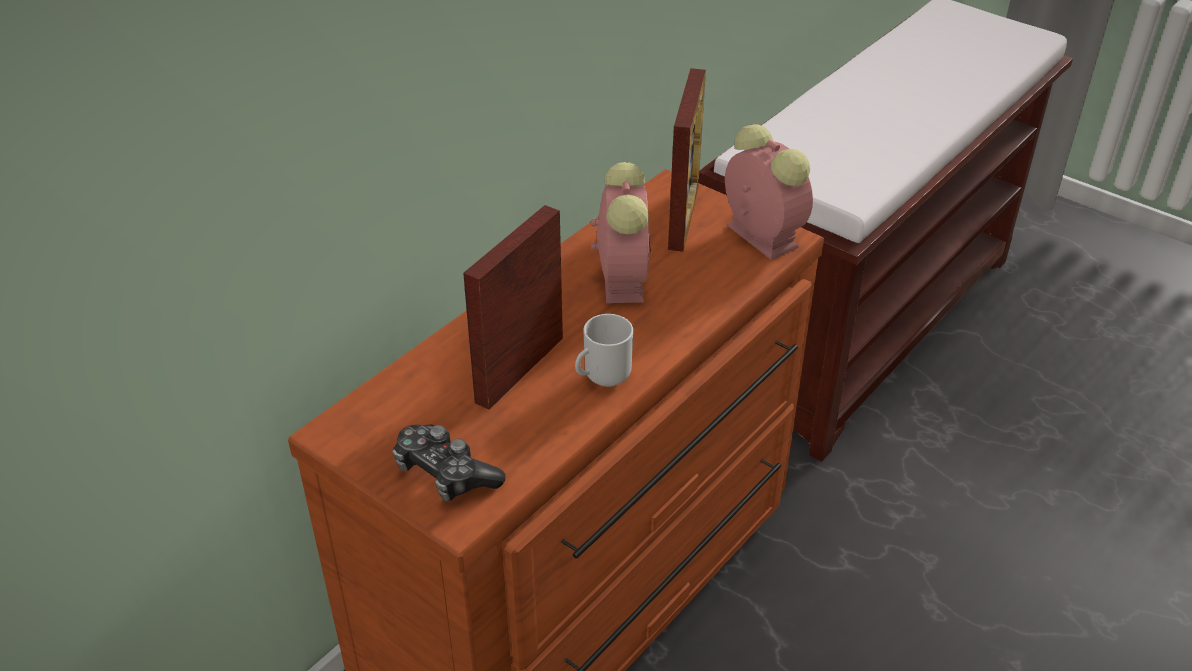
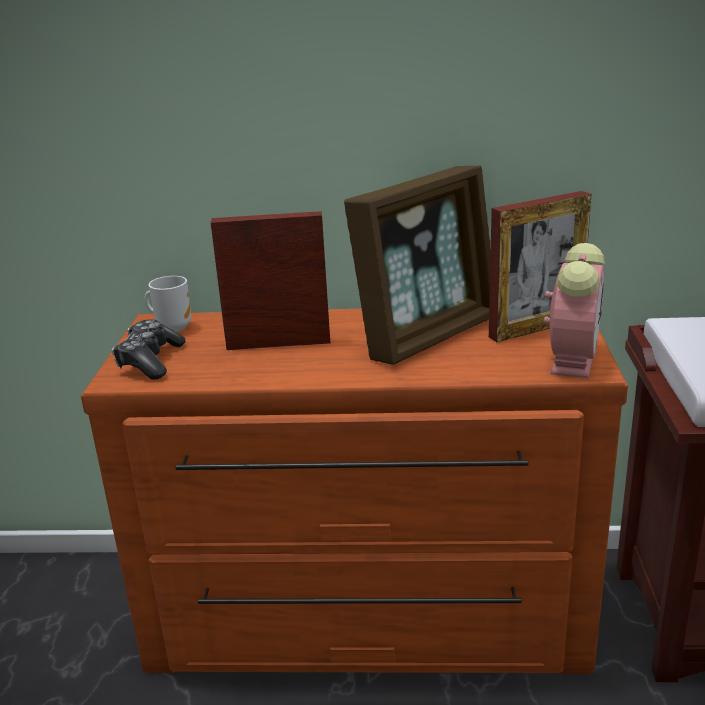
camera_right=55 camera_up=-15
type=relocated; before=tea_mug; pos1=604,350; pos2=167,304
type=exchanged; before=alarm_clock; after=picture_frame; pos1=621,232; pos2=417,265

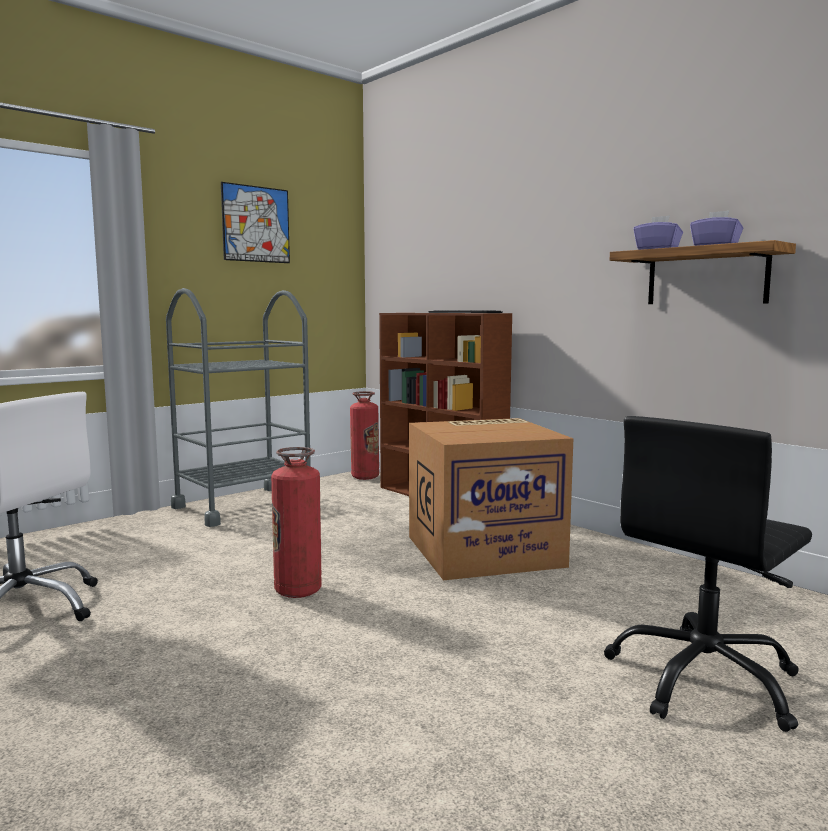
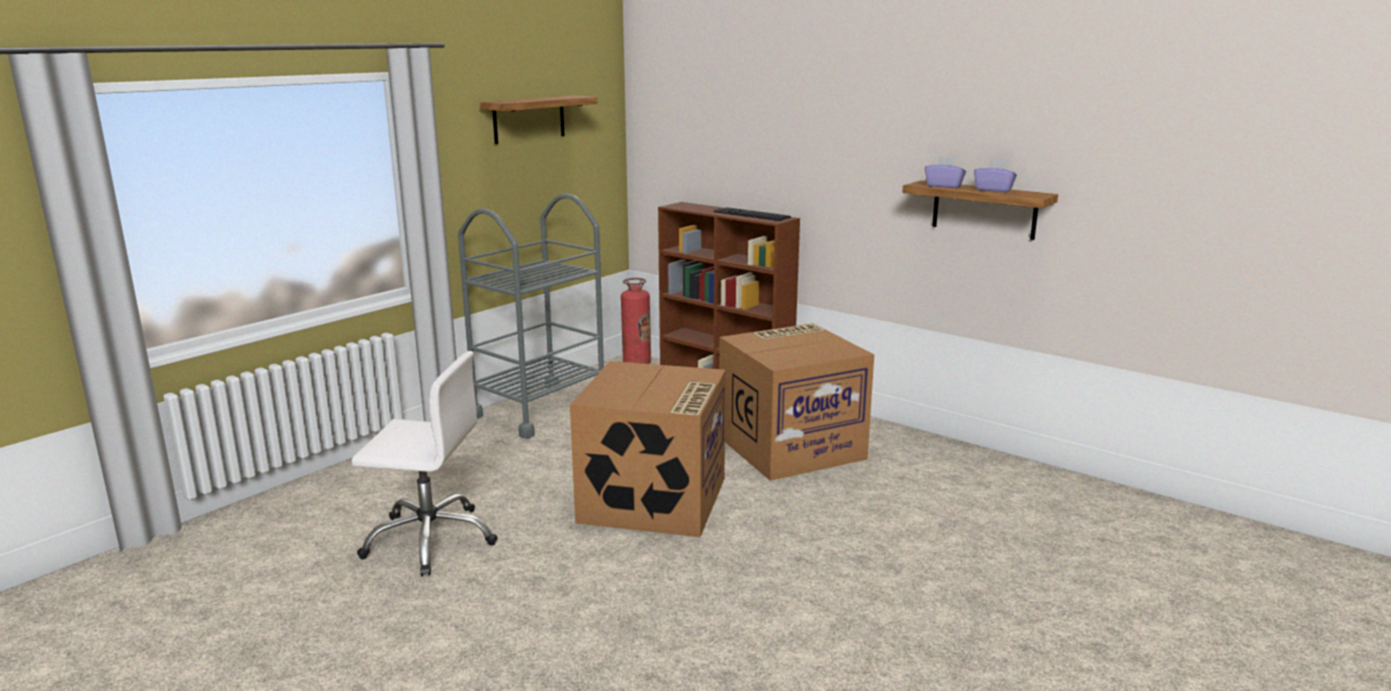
camera_right=-10 camera_up=10
type=exchanged; before=wall_picture; after=wall_shelf; pos1=255,222; pos2=539,119
type=exchanged; before=fire_extinguisher; after=carton; pos1=296,522; pos2=648,449
type=missing; before=black_desk_chair; pos1=708,574

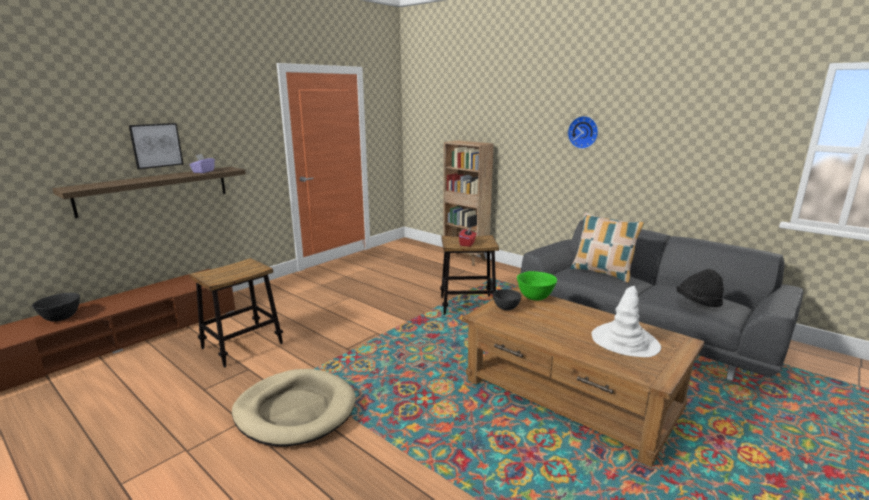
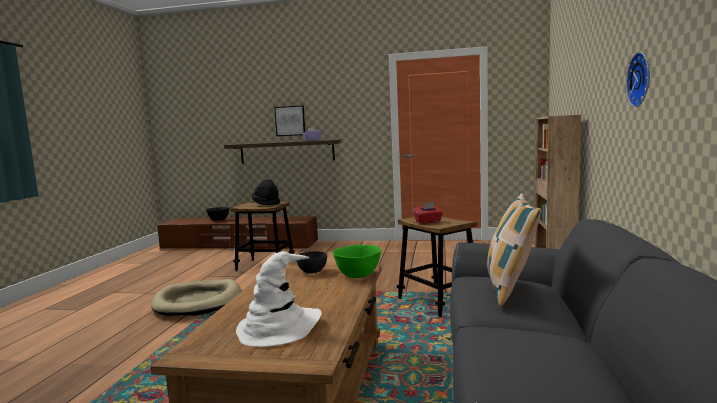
camera_right=60 camera_up=-10
type=relocated; before=black_hat; pos1=700,288; pos2=266,192

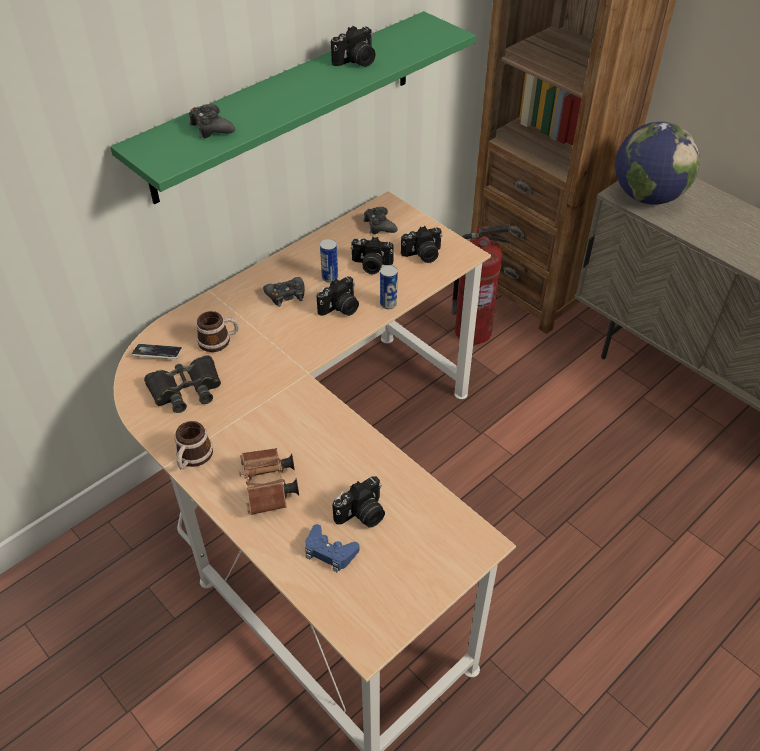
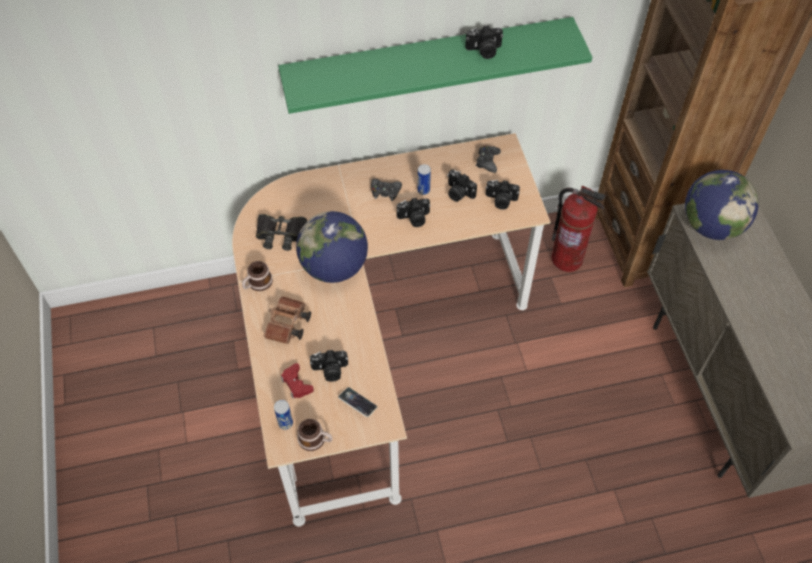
camera_right=30 camera_up=10
type=relocated; before=phone; pos1=156,351; pos2=357,402
type=missing; before=black_joypad; pos1=212,121
type=relocated; before=tea_mug; pos1=217,331; pos2=314,435
type=colour; before=bluish_joypad; after=red_joypad; pos1=332,548; pos2=297,380
type=relocated; before=can; pos1=389,287; pos2=283,415
type=appeared; after=globe; pos2=332,247

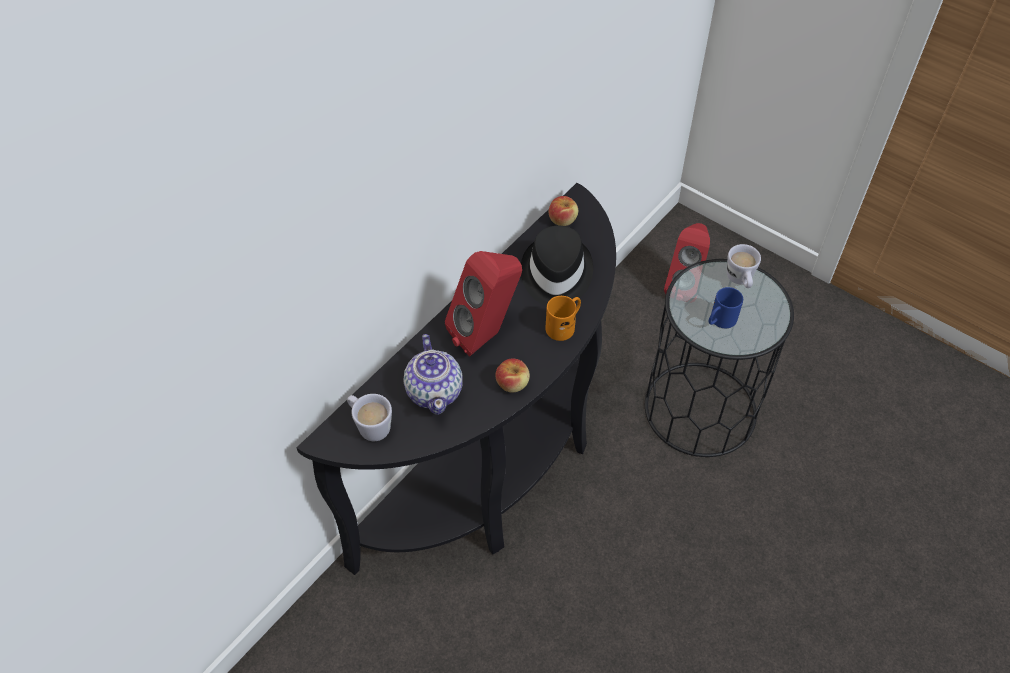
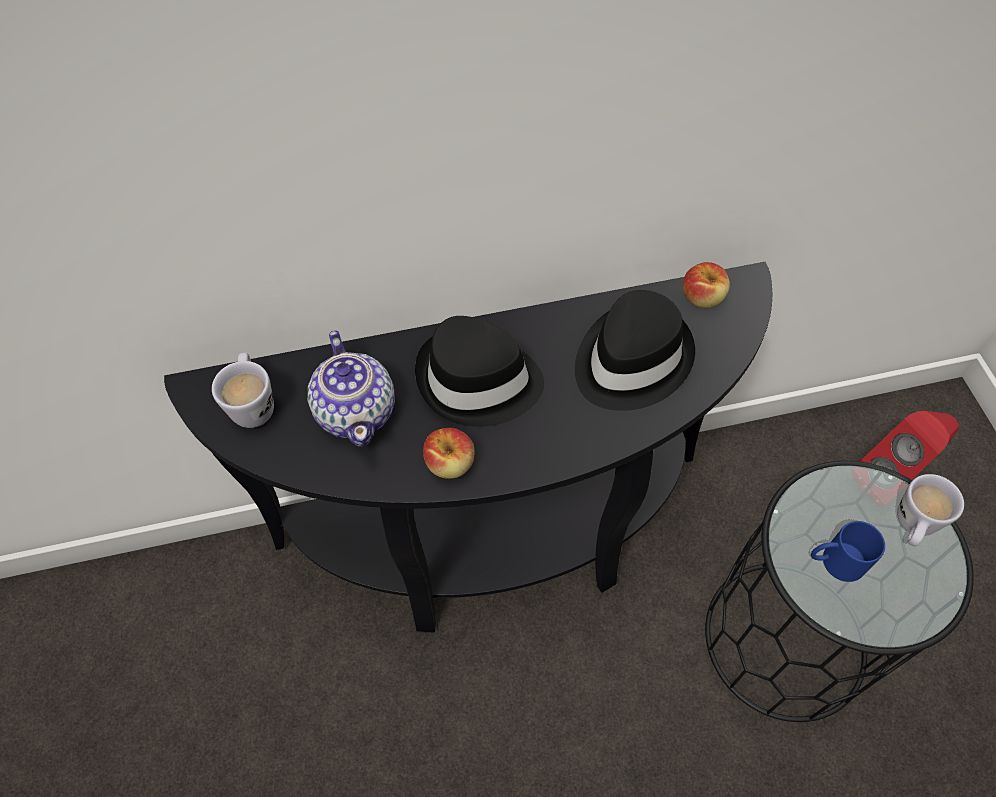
camera_right=40 camera_up=5
type=spun; before=pot_for_tea; pos1=433,374; pos2=351,388; turn=-45
type=exchanged; before=red_audio_speaker; after=black_hat; pos1=483,303; pos2=479,371
type=missing; before=orange_tea_mug; pos1=563,318

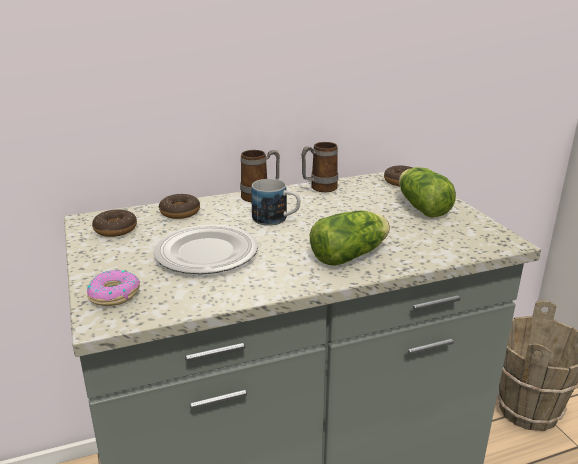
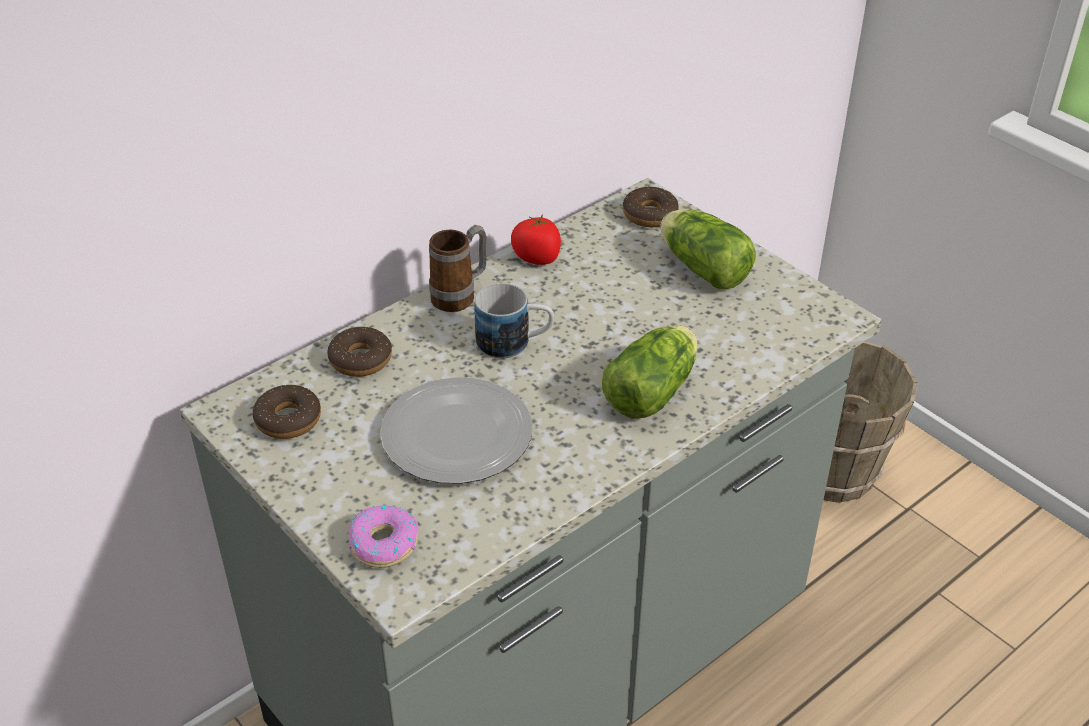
camera_right=-20 camera_up=15
type=exchanged; before=tea_mug; after=tomato; pos1=319,167; pos2=536,239

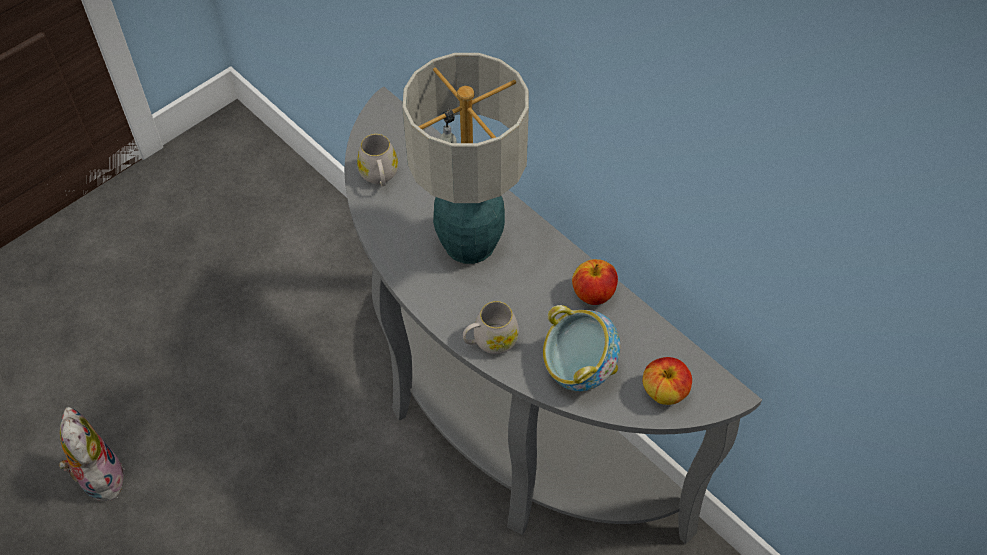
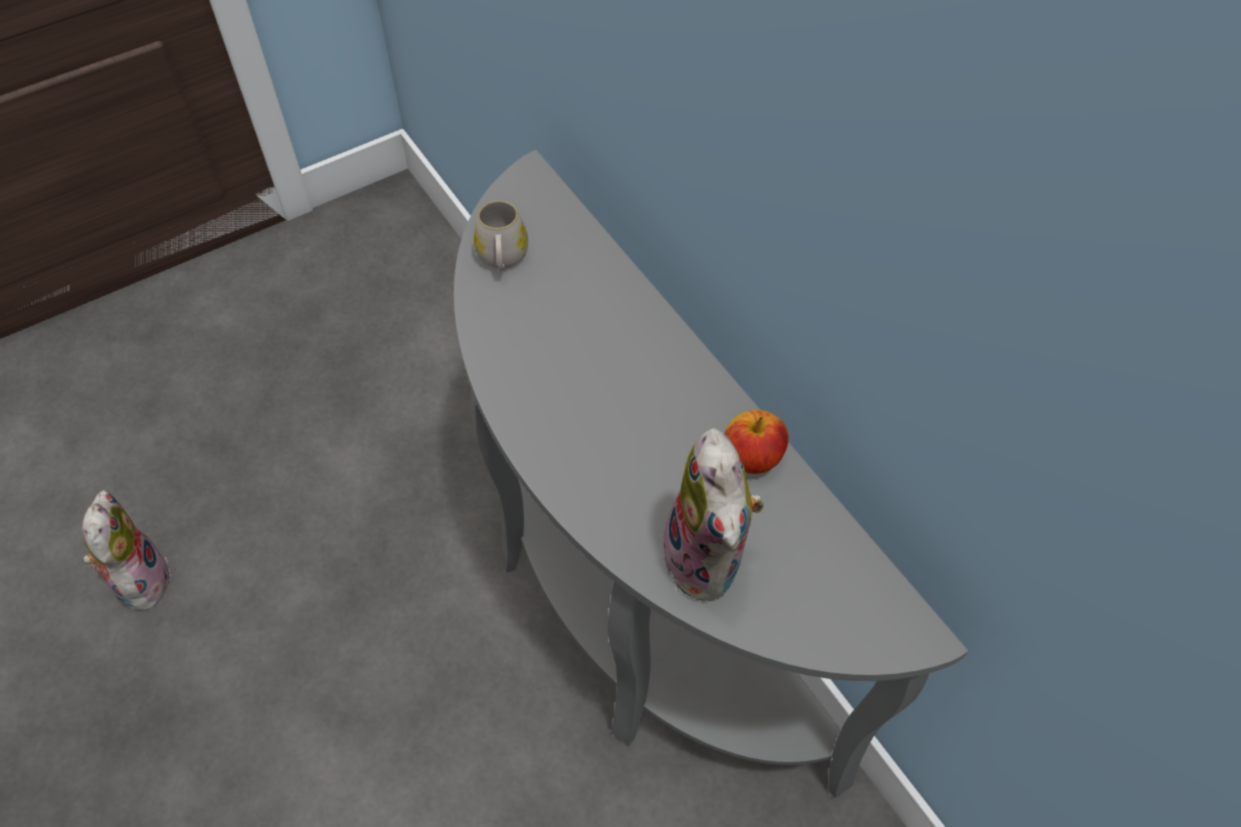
camera_right=10 camera_up=0
type=missing; before=tabletop_lamp; pos1=465,158
type=missing; before=whitish_tea_mug; pos1=491,327
type=exchanged; before=deep_dish; after=plush_toy; pos1=581,348; pos2=711,514
type=missing; before=apple; pos1=667,381

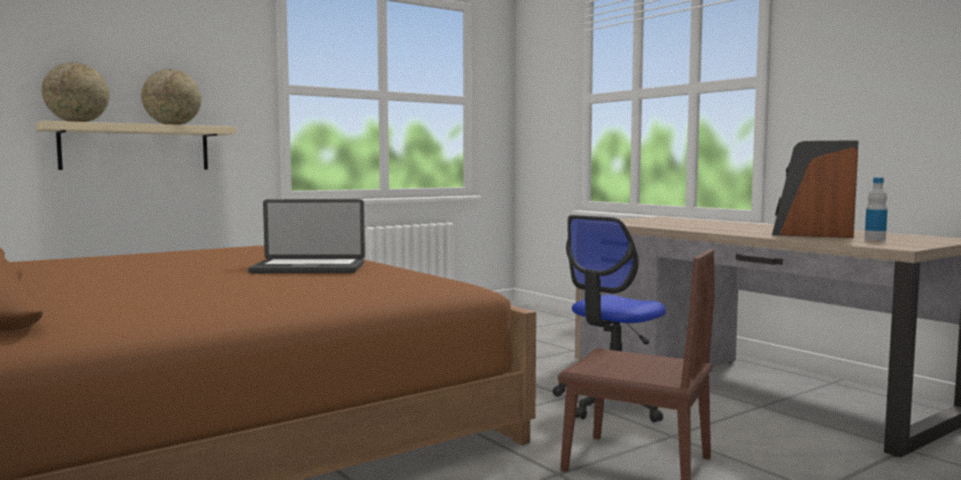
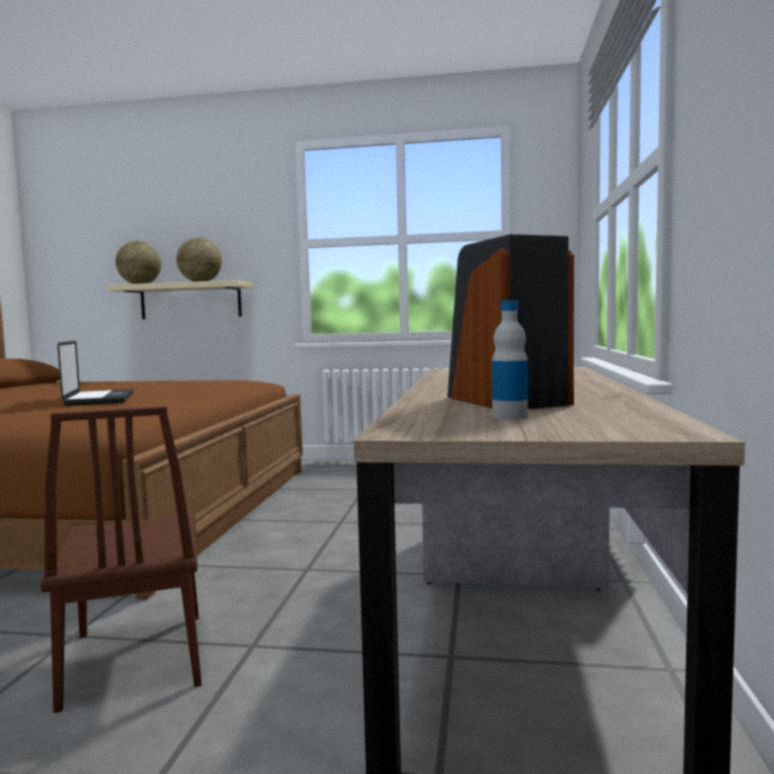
camera_right=45 camera_up=0
type=spun; before=notebook_computer; pos1=306,236; pos2=95,373; turn=-150
type=missing; before=desk_chair; pos1=609,318

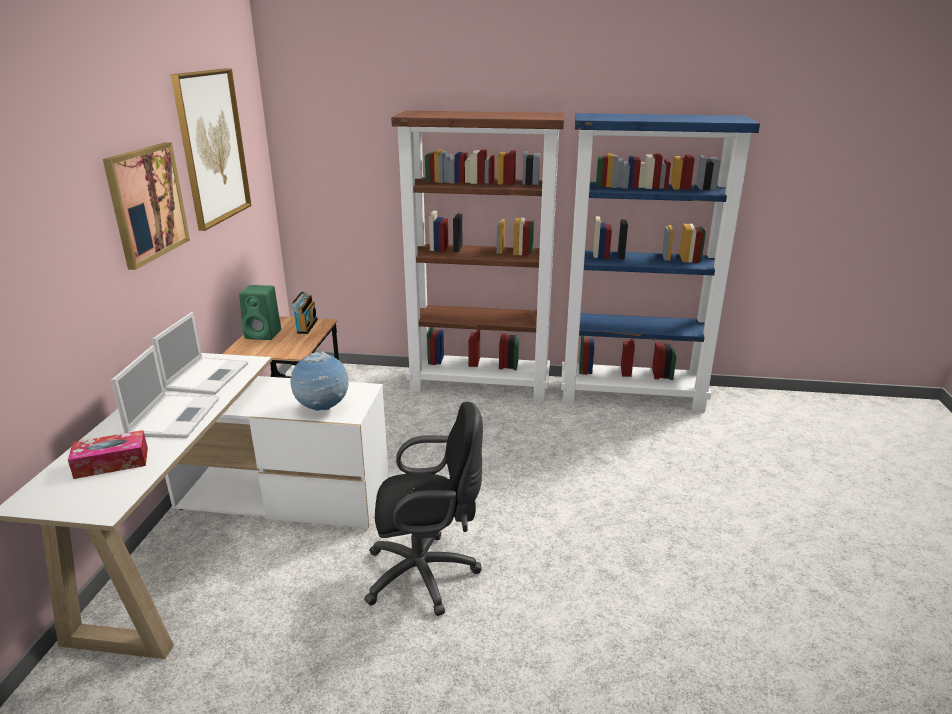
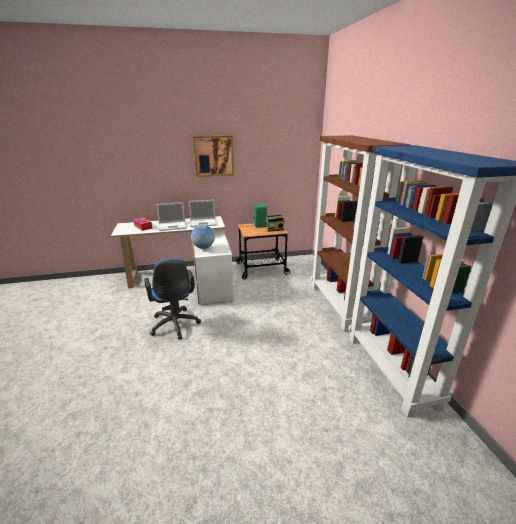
camera_right=70 camera_up=0
type=missing; before=wall_picture; pos1=211,149
type=colour; before=black_desk_chair; after=bluish_desk_chair; pos1=423,509; pos2=172,299

